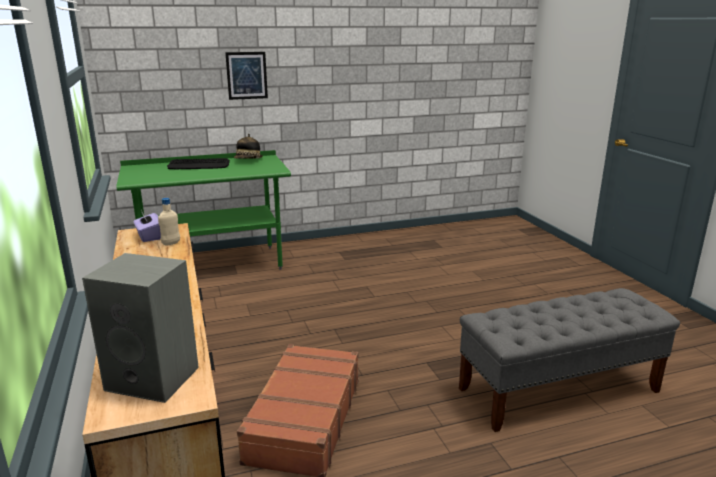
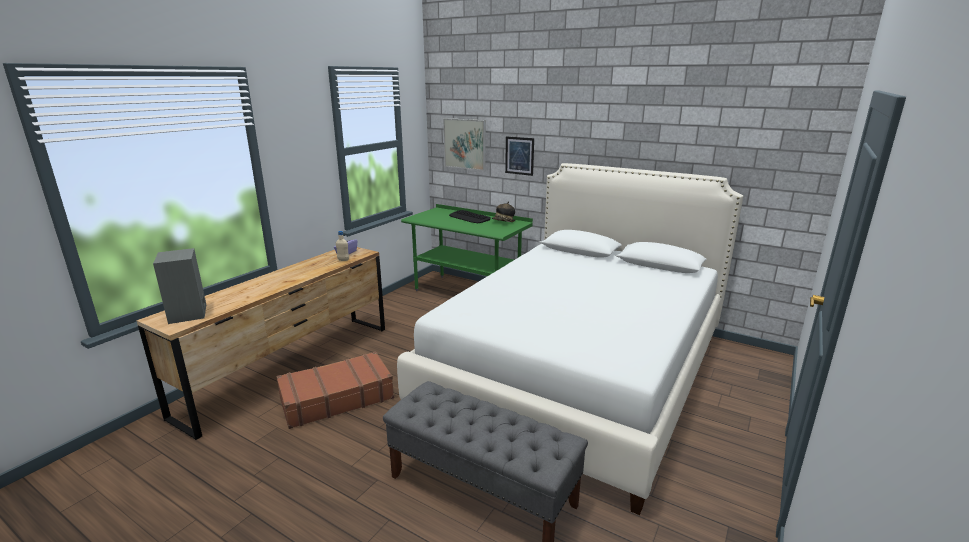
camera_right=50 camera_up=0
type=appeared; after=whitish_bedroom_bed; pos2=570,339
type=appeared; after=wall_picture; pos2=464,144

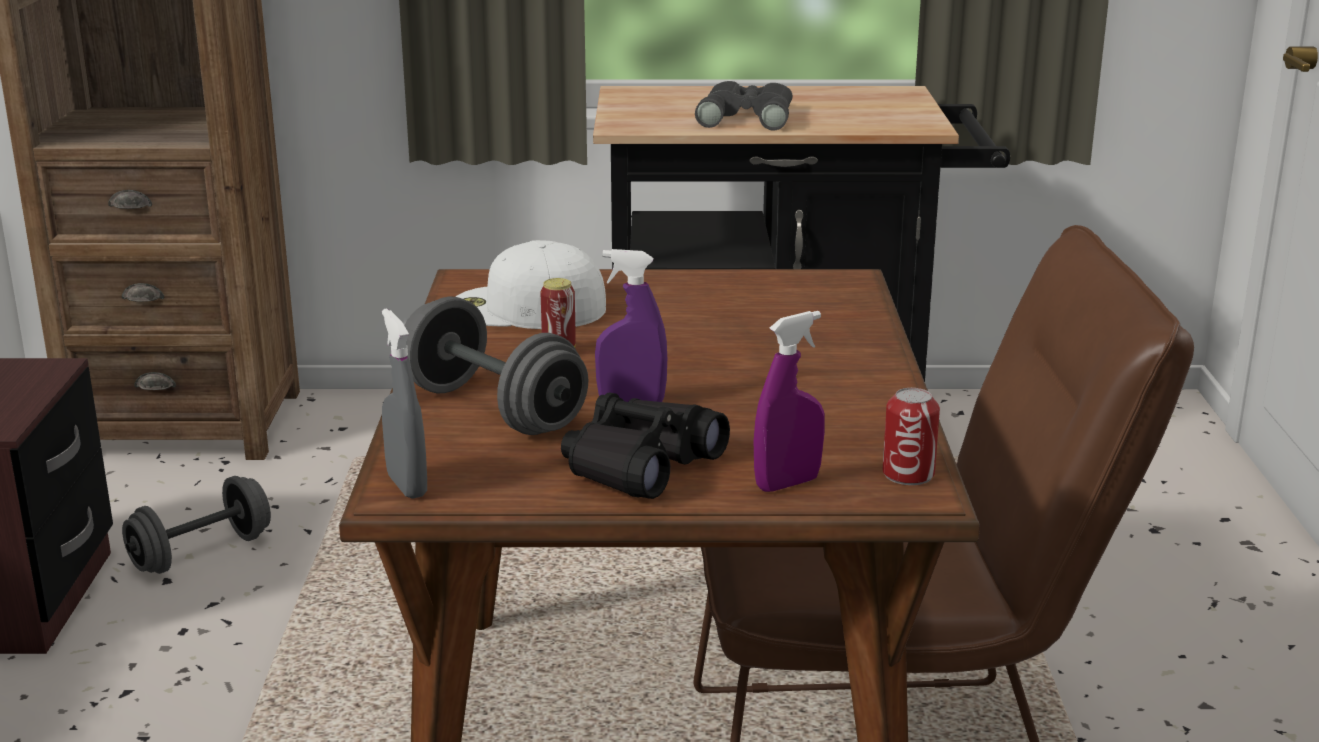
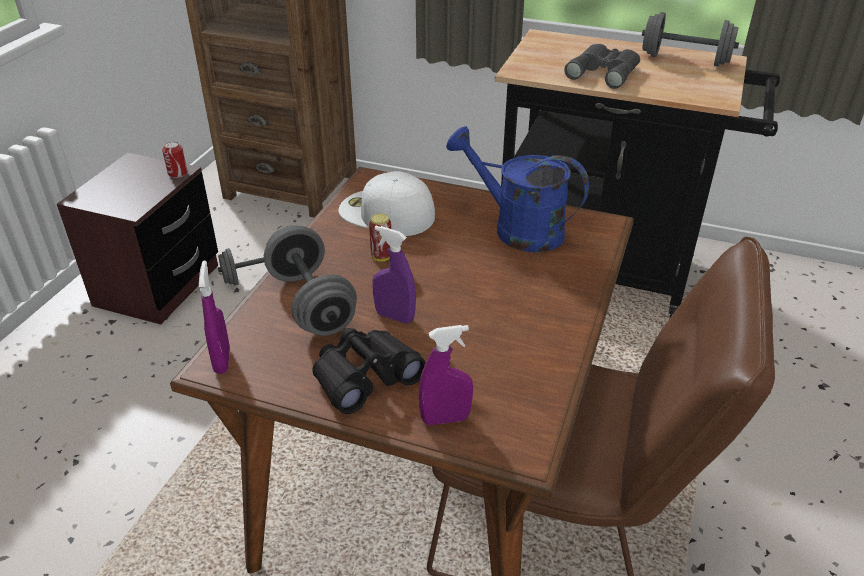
camera_right=20 camera_up=15
type=colour; before=greyish_hand_sprayer; after=purple-coloured_hand_sprayer; pos1=404,403; pos2=214,317
type=relocated; before=can; pos1=911,436; pos2=174,159
type=appeared; after=bluish_watering_pot; pos2=517,189
type=appeared; after=greyish_hand_weight; pos2=690,39

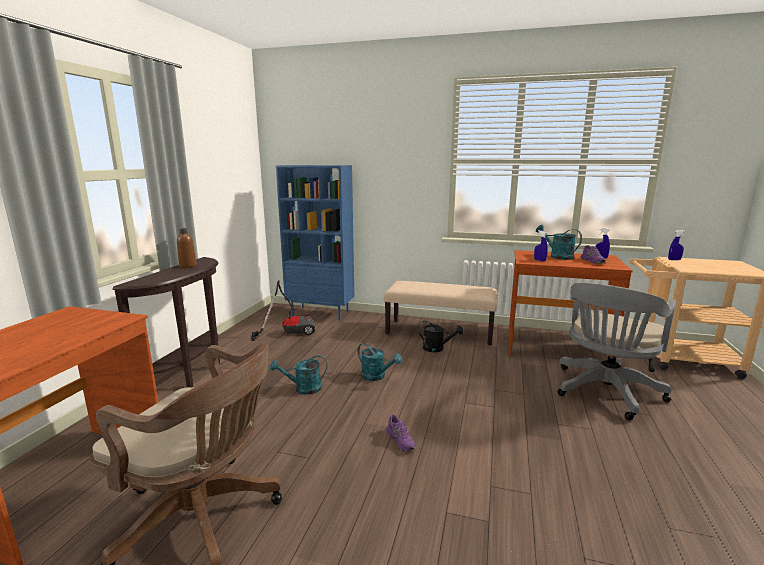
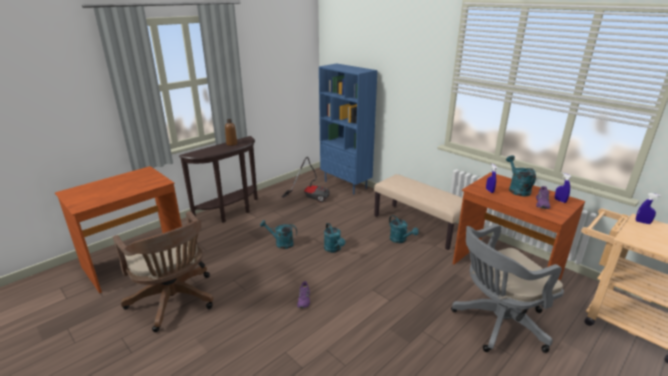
camera_right=30 camera_up=10
type=colour; before=black_watering_pot; after=blue-green_watering_pot; pos1=440,336; pos2=404,229

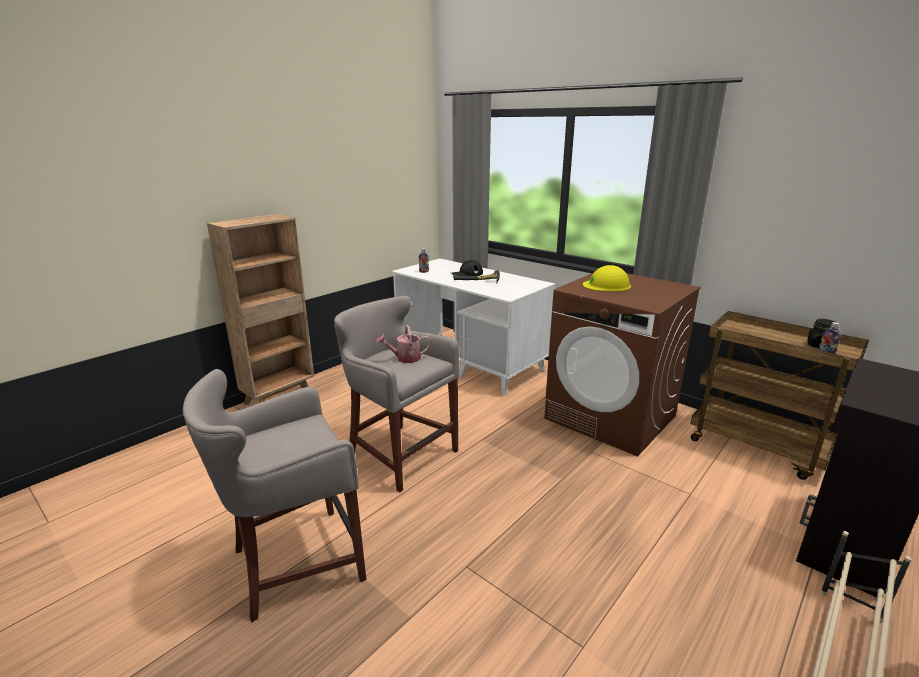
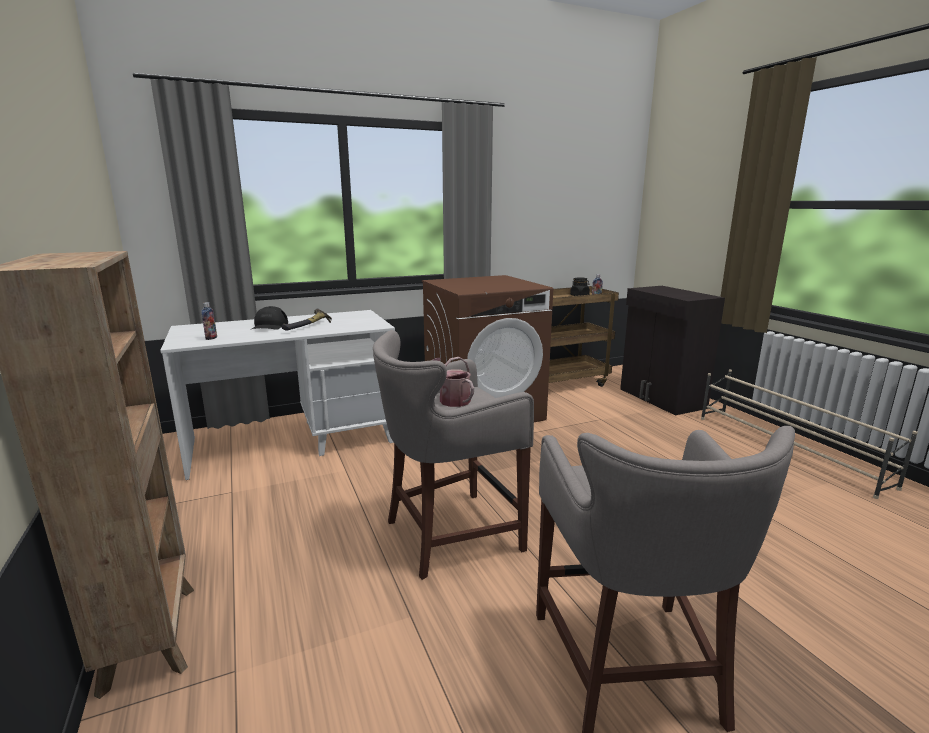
camera_right=-65 camera_up=-5
type=spun; before=watering_pot; pos1=403,344; pos2=453,382; turn=135
type=missing; before=yellowish_hard_hat; pos1=607,278

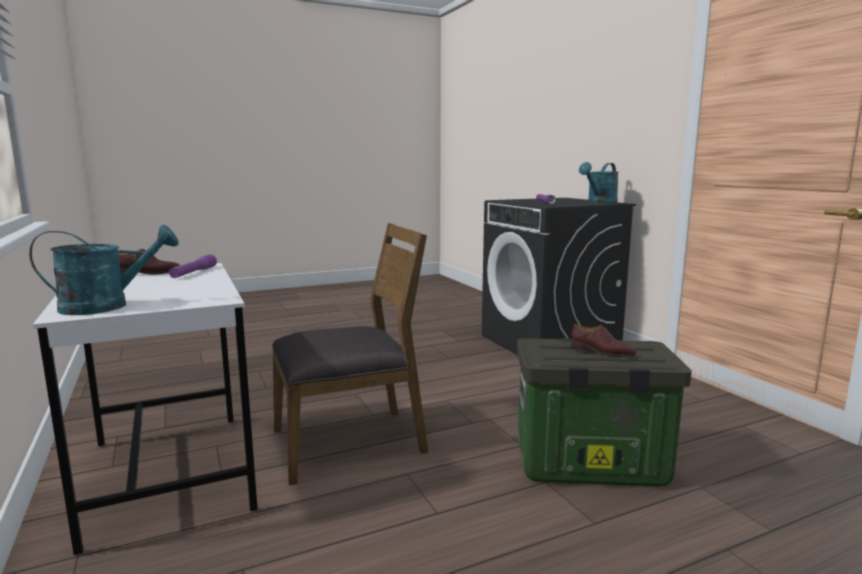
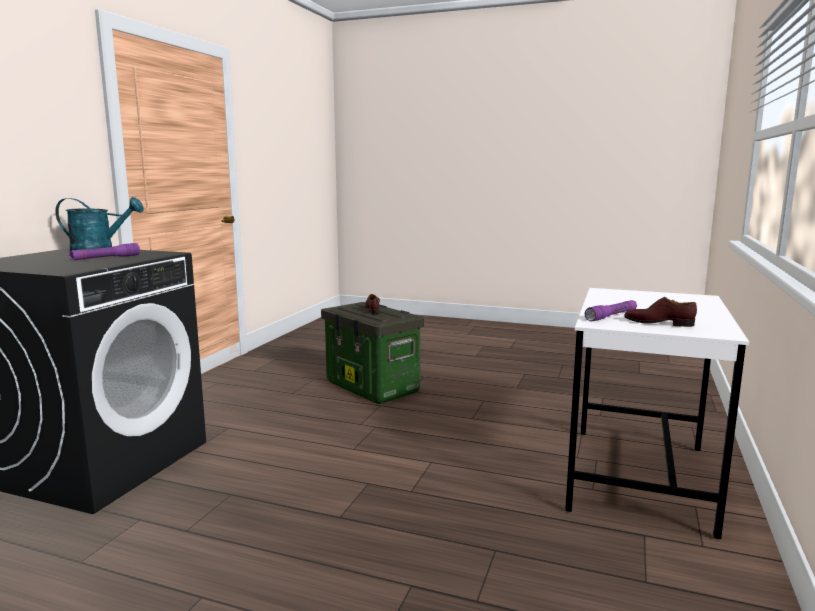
camera_right=-135 camera_up=0
type=missing; before=blue-green_watering_pot; pos1=104,270
type=missing; before=brownish_chair; pos1=350,354

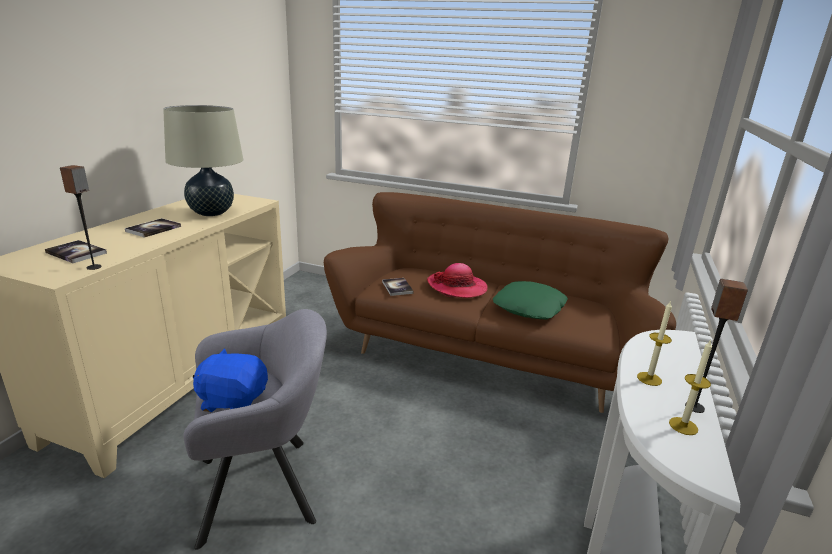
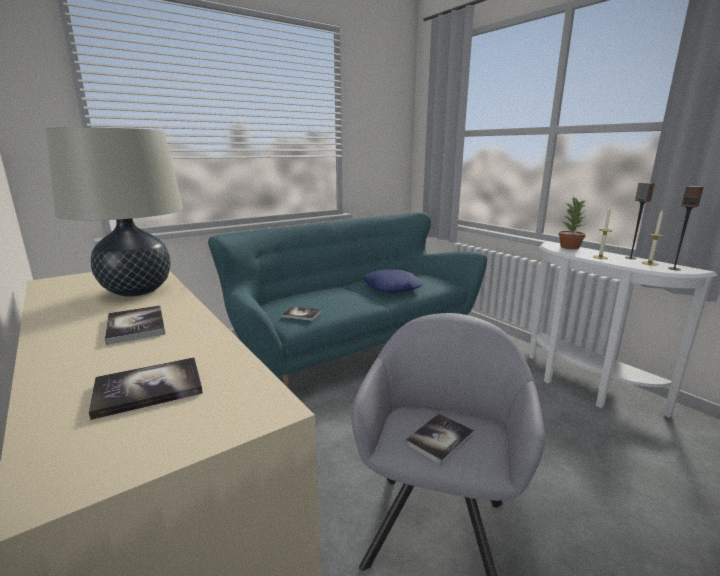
camera_right=-55 camera_up=-5
type=relocated; before=audio_speaker; pos1=81,217; pos2=686,228
type=exchanged; before=bluish_plush_toy; after=volume; pos1=230,380; pos2=439,439
type=colour; before=brownish_sofa; after=blue-green_sofa; pos1=500,302; pos2=347,300
type=missing; before=hat; pos1=457,280
type=colour; before=green-coloured_pillow; after=bluish_pillow; pos1=530,300; pos2=393,281
type=appeared; after=plant_in_a_pot; pos2=573,223

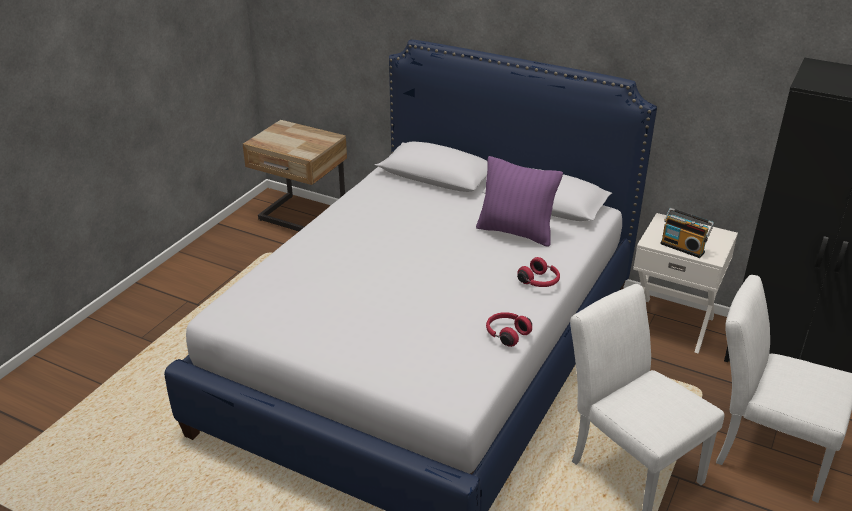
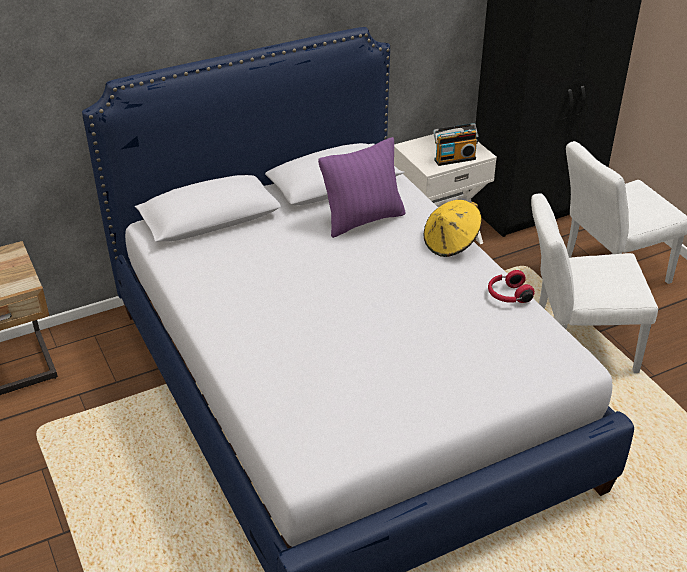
camera_right=-55 camera_up=5
type=exchanged; before=red_pair_of_headphones; after=yellowish_hat; pos1=538,272; pos2=453,228

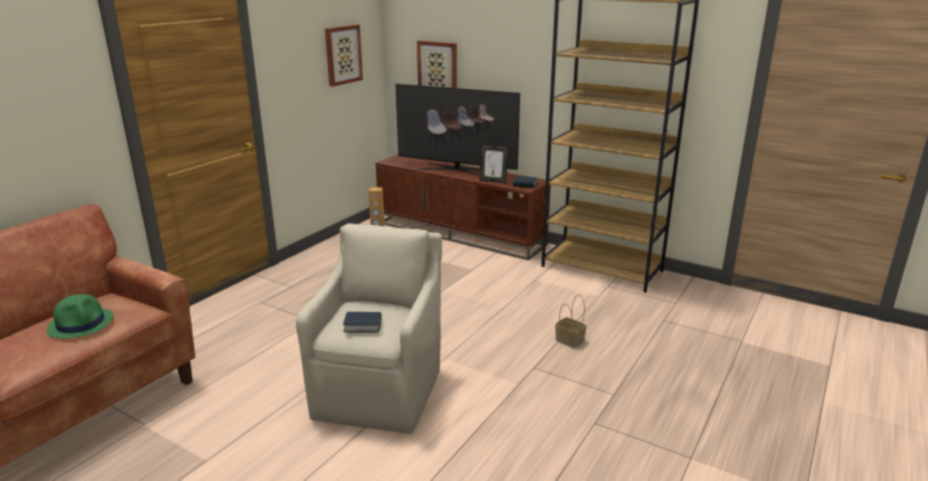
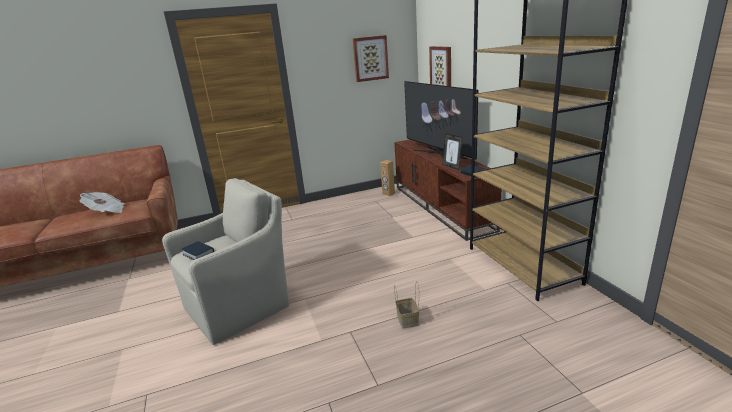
camera_right=40 camera_up=0
type=exchanged; before=green-coloured_hat; after=daily_paper; pos1=80,316; pos2=102,202

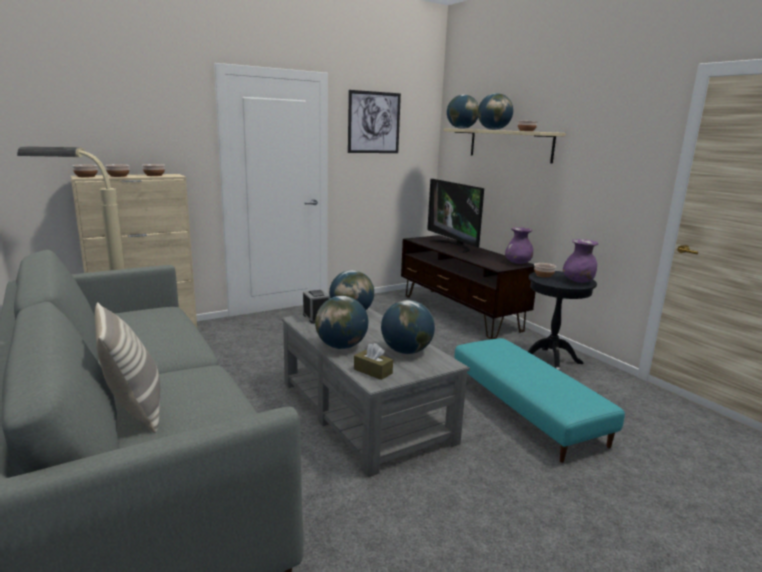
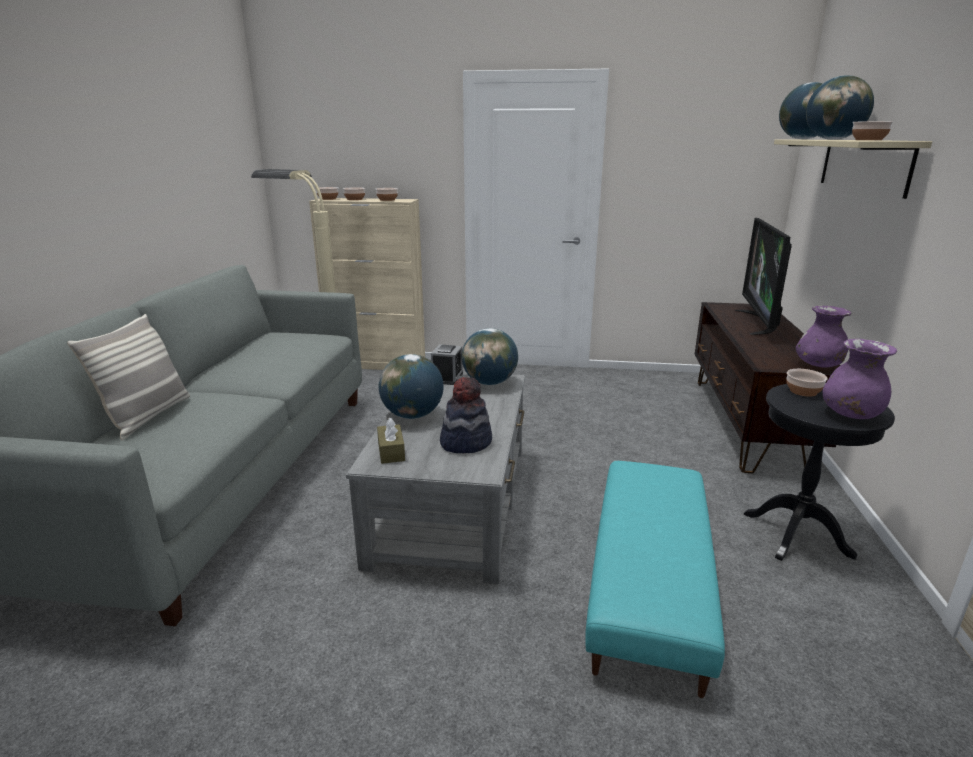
camera_right=40 camera_up=5
type=missing; before=wall_picture; pos1=374,121
type=exchanged; before=globe; after=hat; pos1=408,327; pos2=466,415

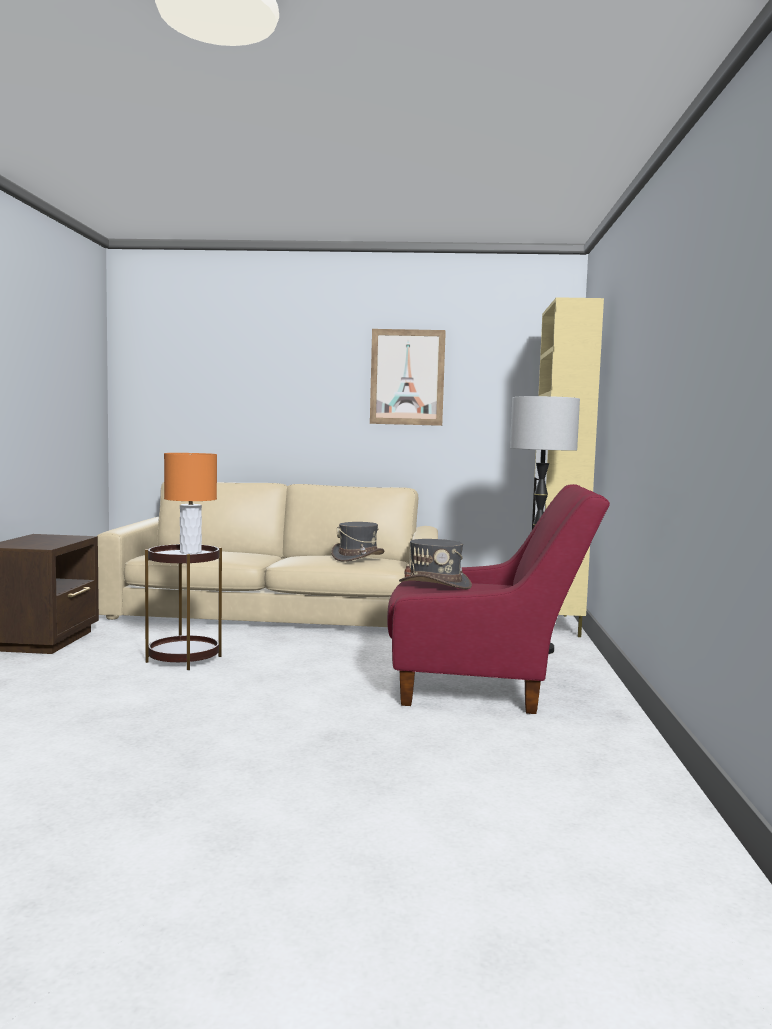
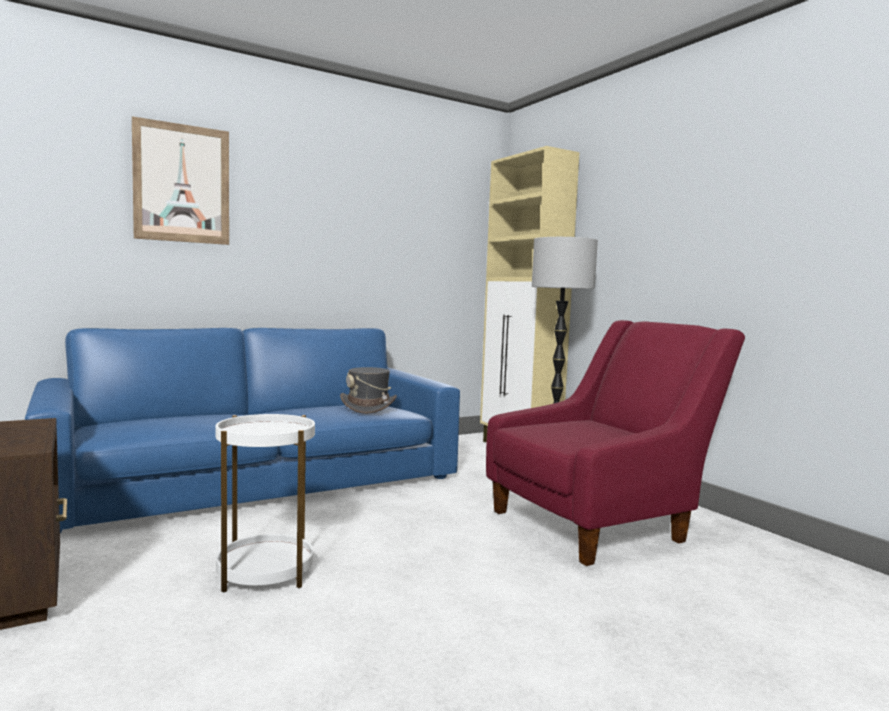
camera_right=-35 camera_up=0
type=colour; before=sand-coloured_sofa; after=bluish_sofa; pos1=267,554; pos2=242,430
type=colour; before=brownish_side_table; after=whitish_side_table; pos1=183,606; pos2=265,503
type=missing; before=orange_tabletop_lamp; pos1=190,503
type=relocated; before=wall_picture; pos1=408,377; pos2=180,180
type=missing; before=greyish_hat; pos1=435,564

